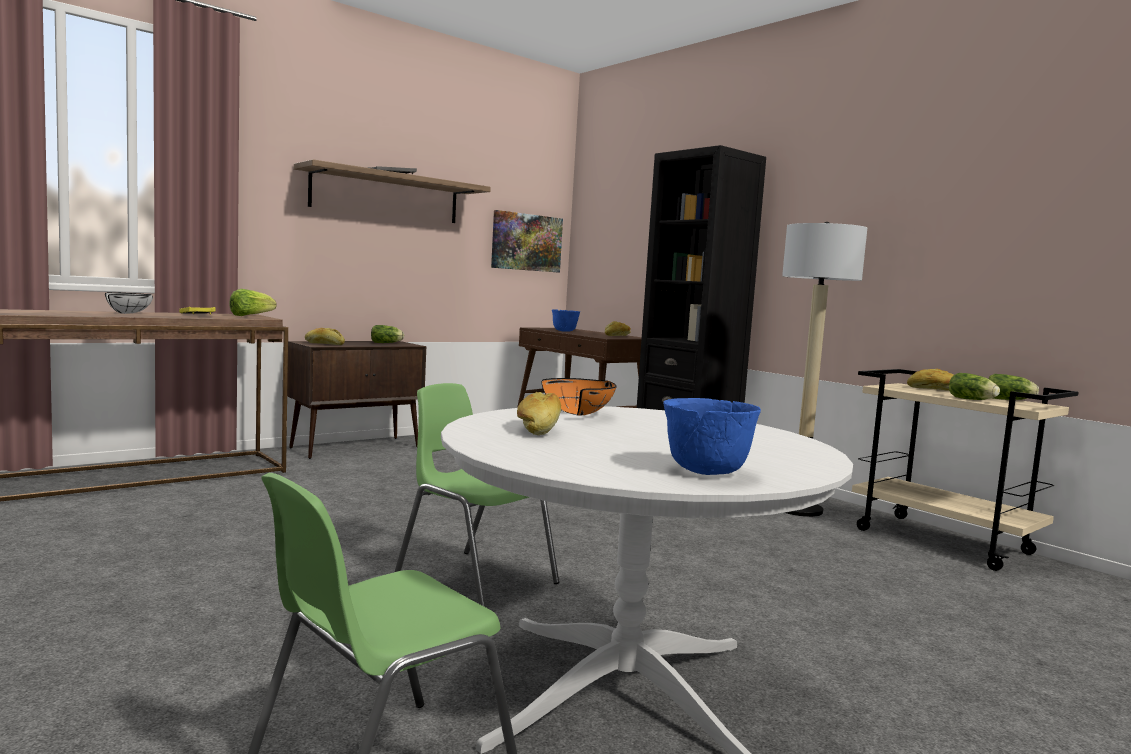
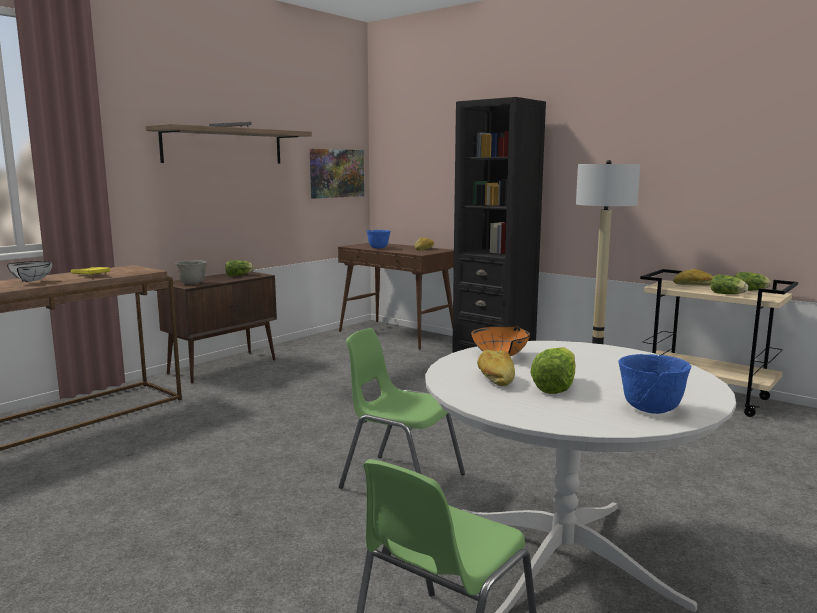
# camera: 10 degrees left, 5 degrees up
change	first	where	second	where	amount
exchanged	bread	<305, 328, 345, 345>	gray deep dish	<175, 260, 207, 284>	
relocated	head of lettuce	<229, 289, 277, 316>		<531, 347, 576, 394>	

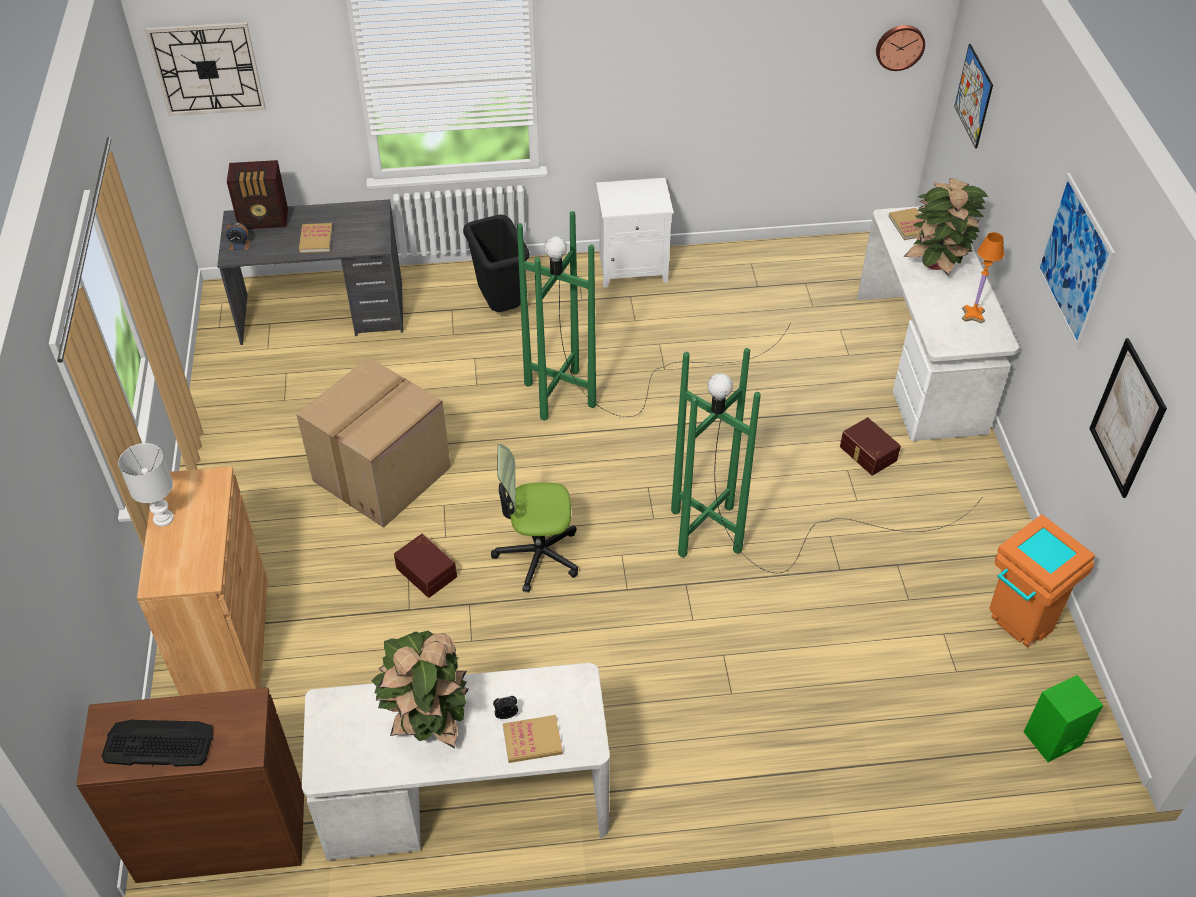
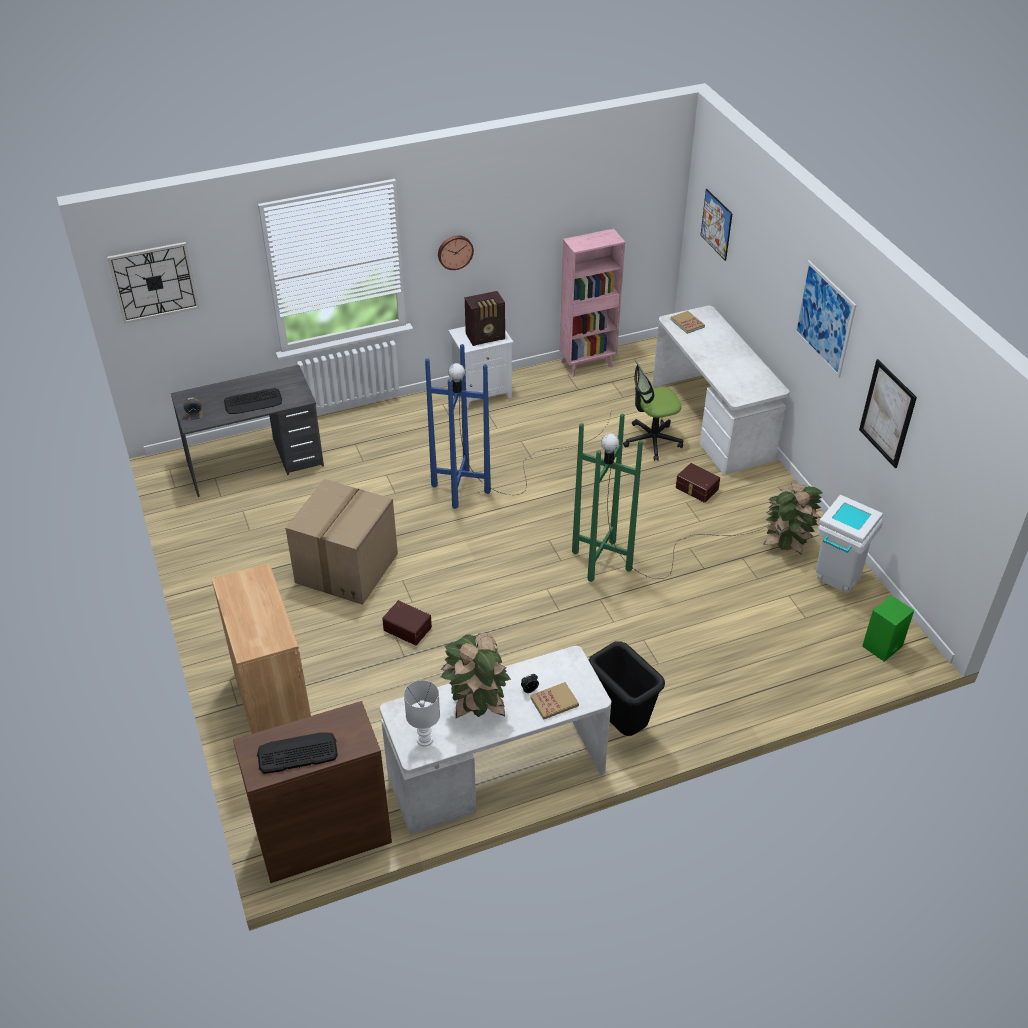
# camera: 15 degrees left, 5 degrees down
change	first	where	second	where	amount
exchanged	volume	<299, 223, 332, 253>	PC keyboard	<224, 388, 282, 414>	
relocated	white-coloured table lamp	<118, 443, 174, 527>		<404, 680, 440, 747>	
colour	greenish standard lamp	<517, 211, 791, 421>	blue-coloured standard lamp	<425, 344, 611, 509>	
relocated	wall clock	<876, 25, 925, 71>		<438, 236, 474, 270>	
relocated	radio set	<227, 160, 288, 229>		<465, 291, 505, 346>	
appeared			pink bookcase	<559, 229, 625, 377>	
relocated	black-coloured trash can	<463, 215, 530, 312>		<589, 641, 665, 736>	
relocated	desk chair	<491, 444, 578, 593>		<623, 359, 683, 461>	
relocated	houseplant	<904, 178, 988, 276>		<763, 483, 823, 555>	
colour	orange trash can	<989, 514, 1095, 647>	white-coloured trash can	<816, 495, 883, 593>	
missing	orange table lamp	<962, 232, 1004, 323>			

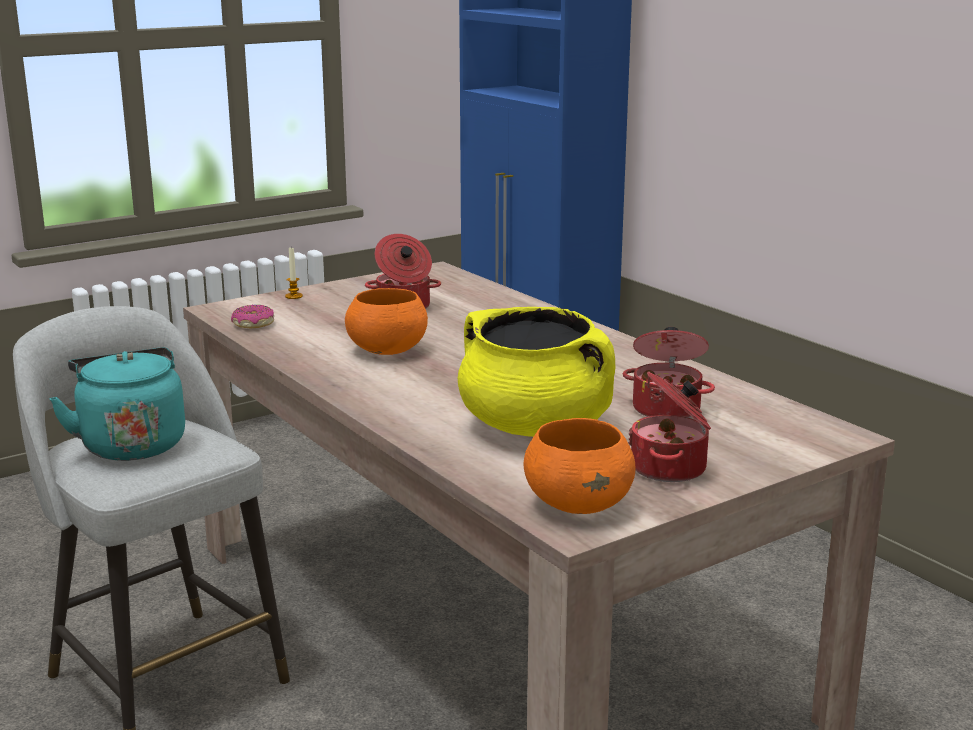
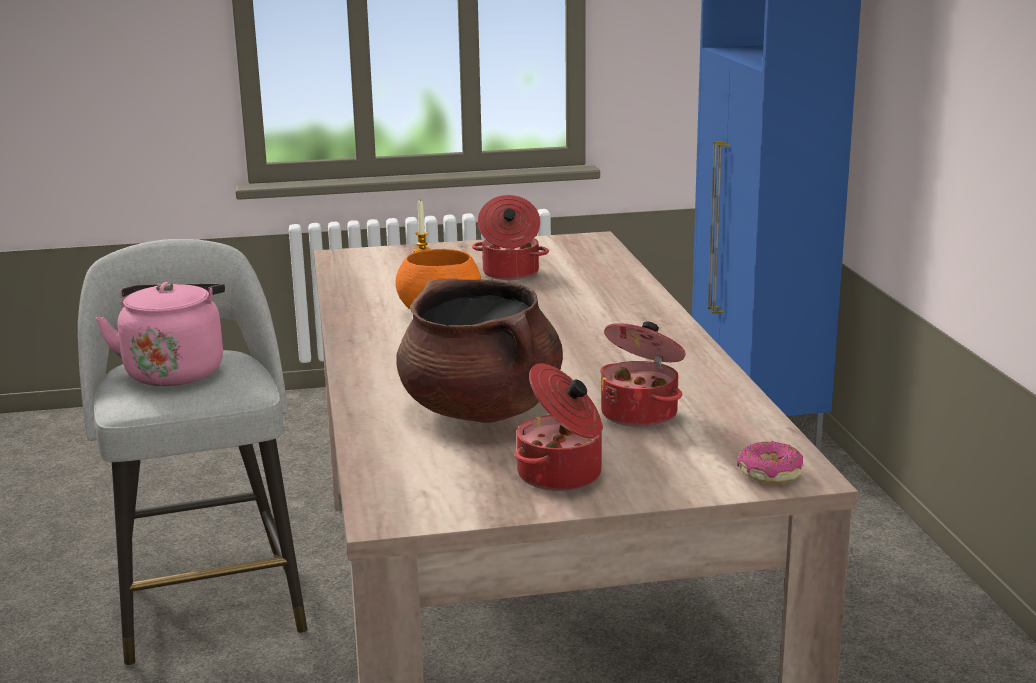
# camera: 25 degrees right, 0 degrees up
change	first	where	second	where	amount
colour	turquoise water kettle	<49, 347, 185, 461>	pink water kettle	<96, 282, 225, 386>	
colour	yellow-coloured saucepot	<458, 307, 615, 437>	brownish saucepot	<396, 278, 563, 423>	
relocated	doughnut	<231, 305, 274, 328>		<737, 441, 804, 483>	
missing	orange deep dish	<524, 418, 636, 514>			

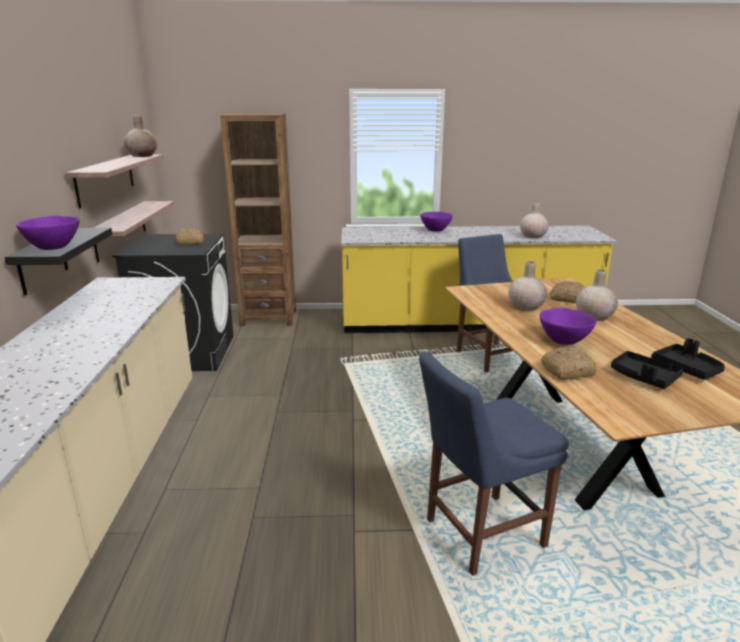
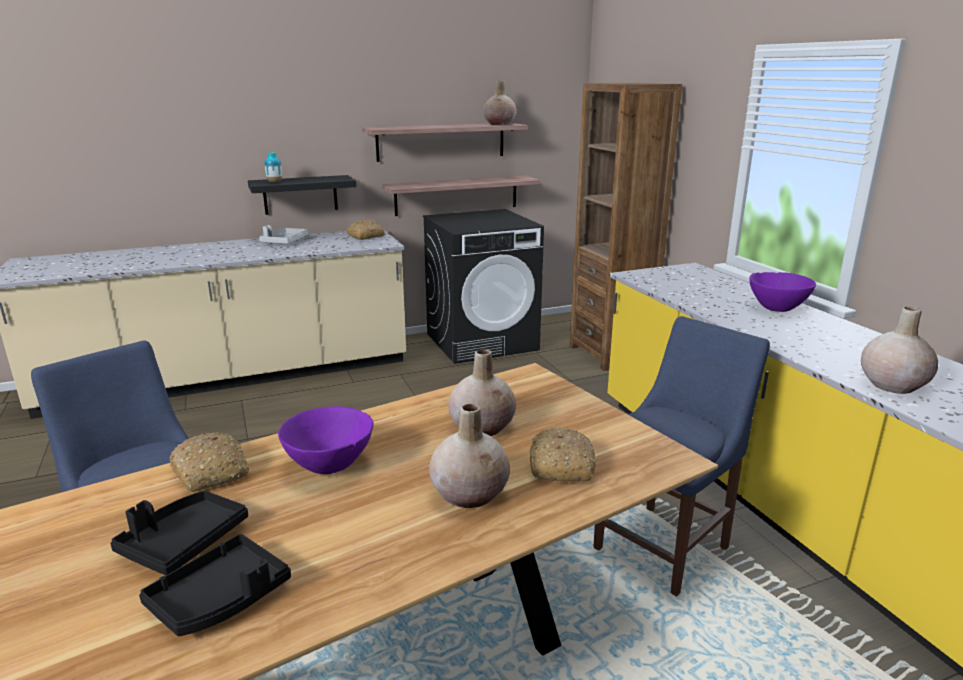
# camera: 70 degrees right, 0 degrees up
change	first	where	second	where	amount
appeared			gray serving tray	<259, 225, 308, 244>	
exchanged	purplish deep dish	<16, 216, 80, 250>	vase	<265, 152, 282, 183>	
relocated	bread	<176, 227, 204, 245>		<347, 219, 385, 240>	

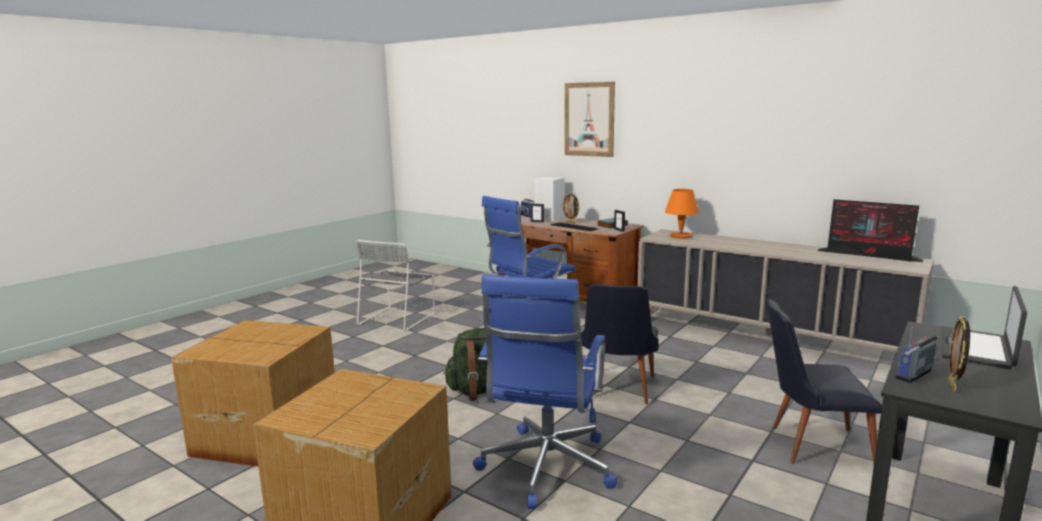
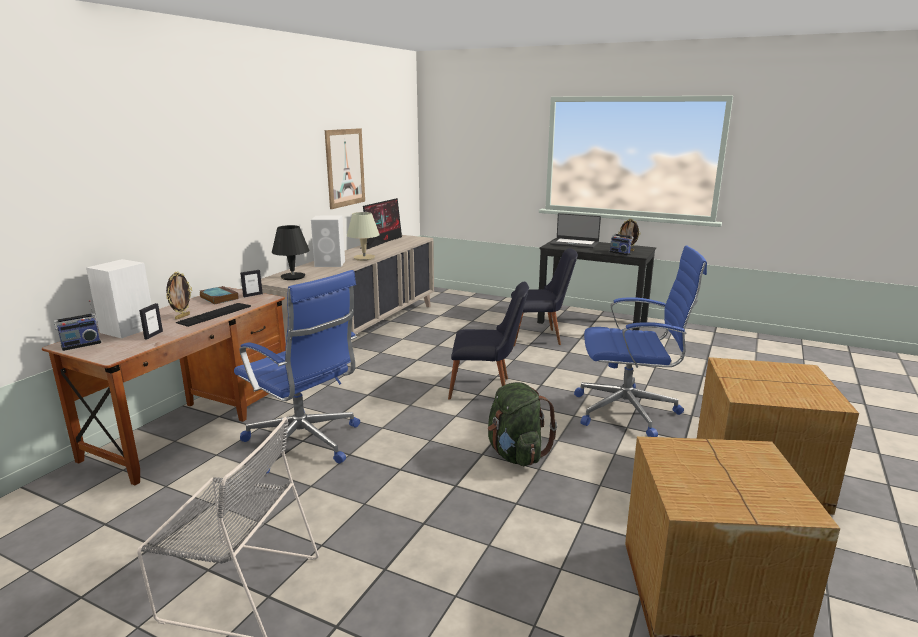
# camera: 100 degrees left, 5 degrees up
change	first	where	second	where	amount
colour	orange table lamp	<665, 189, 699, 238>	black-coloured table lamp	<272, 225, 310, 280>	
appeared			white-coloured audio speaker	<311, 216, 345, 267>	
relocated	wall art	<565, 82, 615, 157>		<325, 128, 365, 209>	
appeared			beige-coloured table lamp	<347, 212, 380, 261>	
spun	black-coloured chair	<766, 298, 882, 464>		<511, 248, 578, 346>	90 degrees counterclockwise

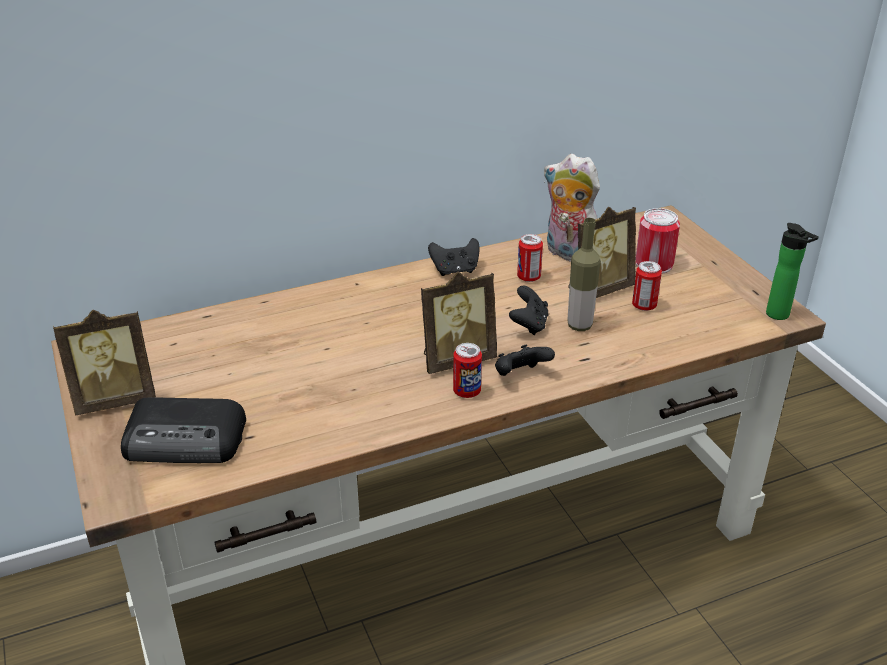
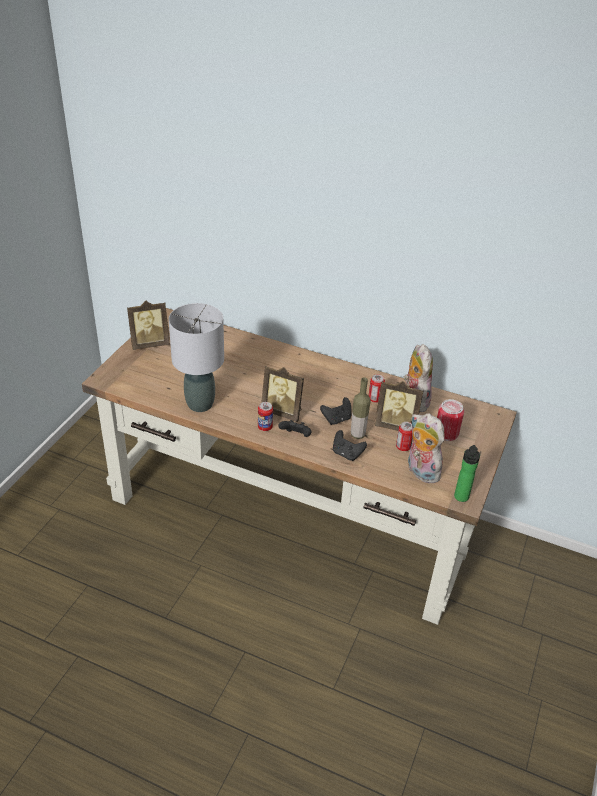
# camera: 45 degrees right, 5 degrees up
change	first	where	second	where	amount
spun	picture frame	<53, 310, 156, 415>		<127, 301, 170, 350>	45 degrees counterclockwise
appeared			gray table lamp	<169, 303, 224, 412>	
relocated	black-coloured game controller	<428, 238, 479, 276>		<333, 430, 367, 461>	
appeared			plush toy	<408, 413, 444, 484>	
missing	radio set	<121, 397, 246, 463>			

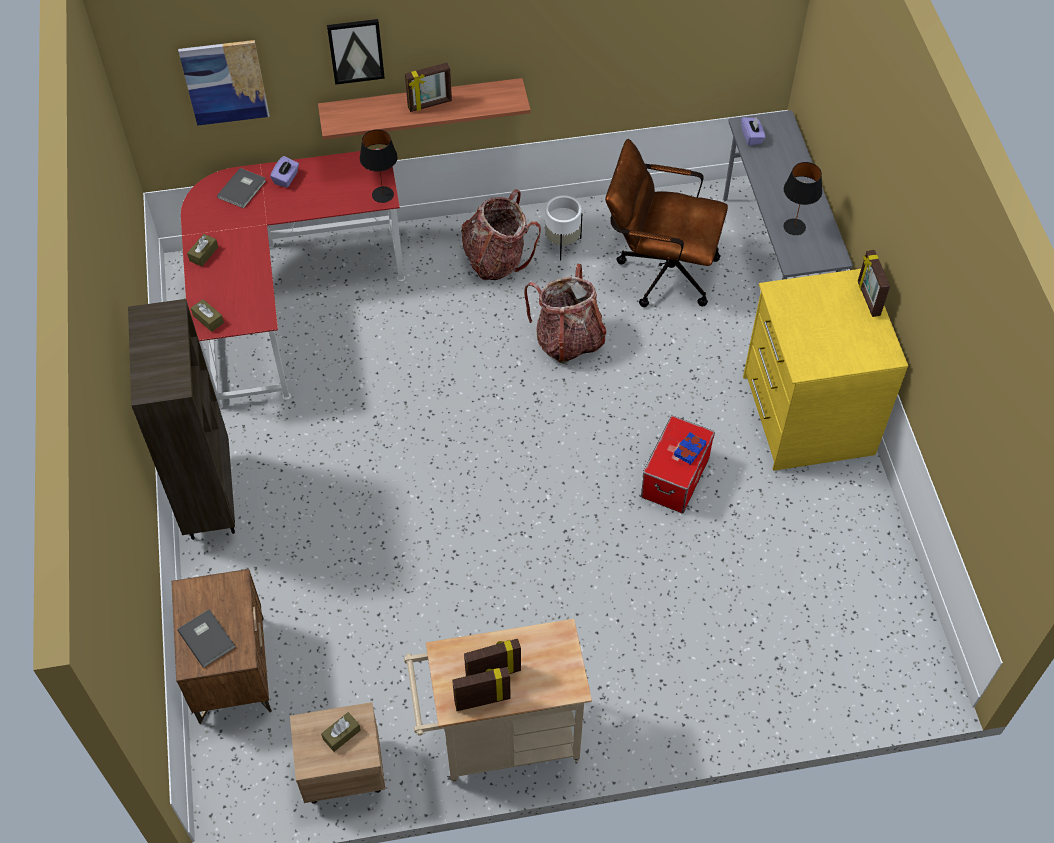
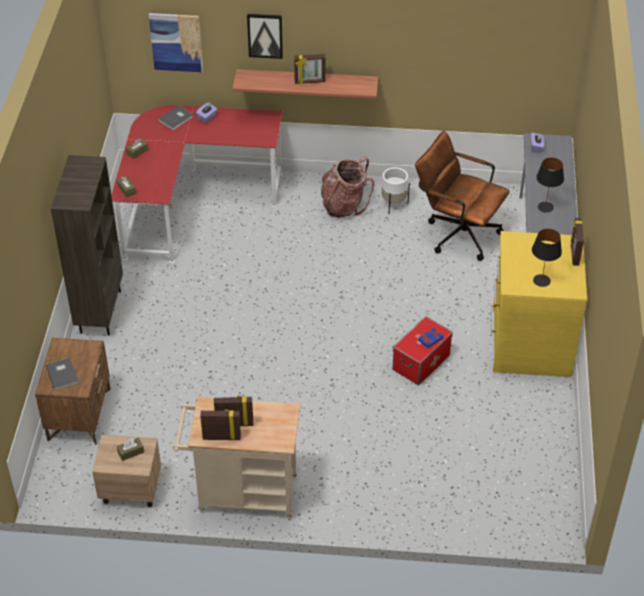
# camera: 15 degrees right, 10 degrees down
change	first	where	second	where	amount
relocated	black-coloured table lamp	<359, 129, 398, 203>		<532, 229, 562, 287>	
missing	backpack	<524, 264, 606, 364>			

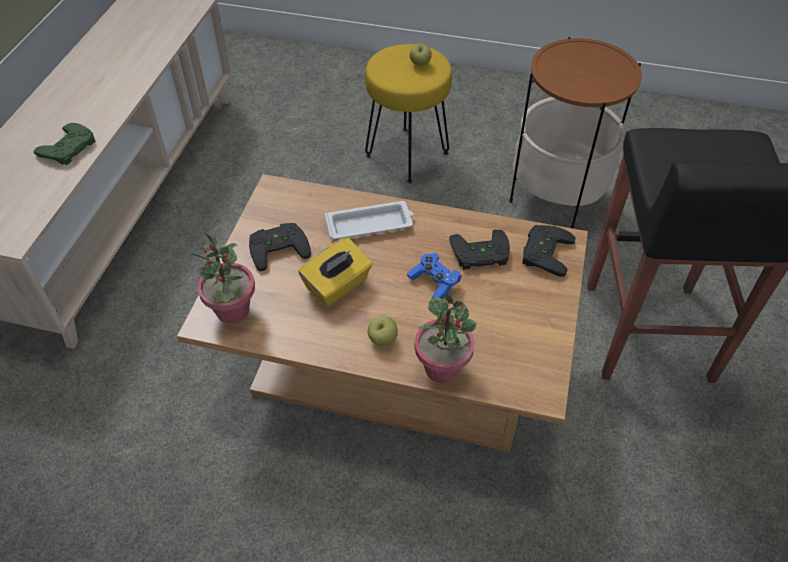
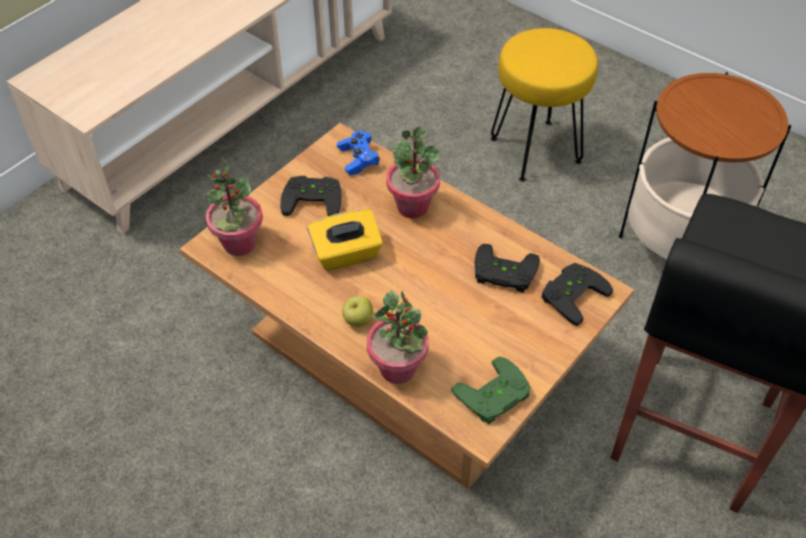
# camera: 25 degrees right, 0 degrees up
change	first	where	second	where	amount
relocated	blue-coloured game controller	<407, 253, 461, 299>		<337, 131, 380, 175>	
exchanged	white-coloured serving tray	<325, 201, 413, 239>	houseplant	<386, 126, 441, 218>	
relocated	greenish game controller	<33, 123, 96, 165>		<451, 357, 531, 424>	
missing	apple	<410, 43, 432, 66>			

